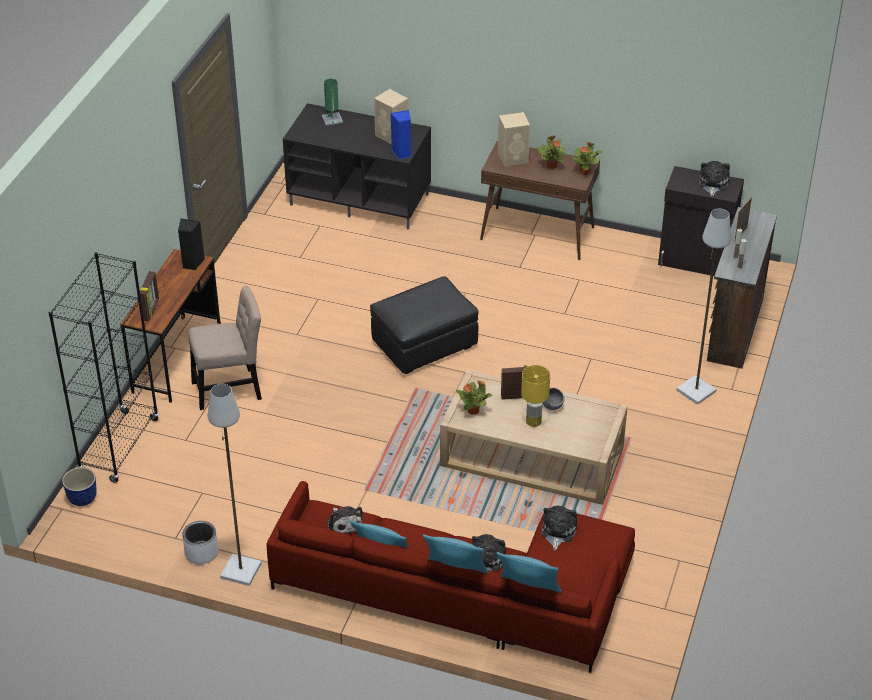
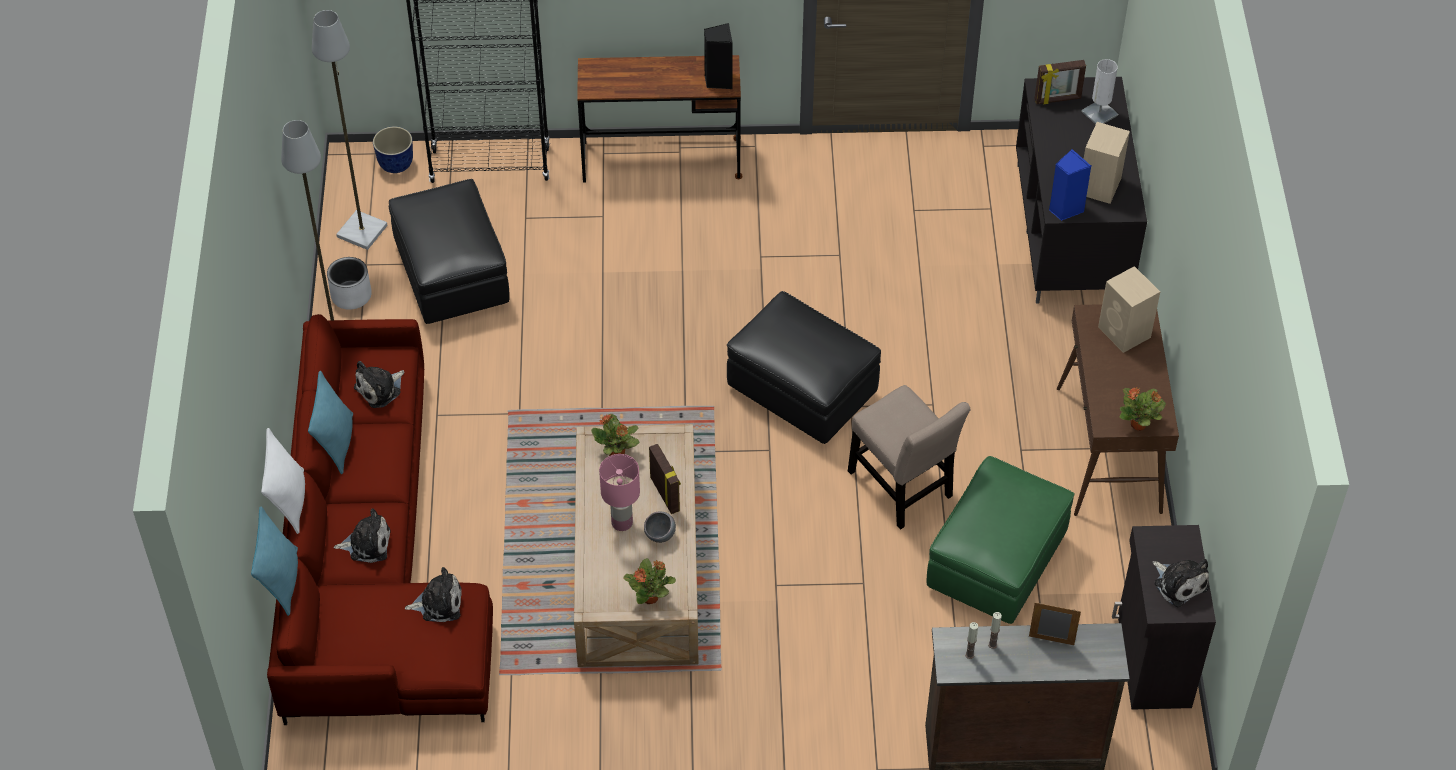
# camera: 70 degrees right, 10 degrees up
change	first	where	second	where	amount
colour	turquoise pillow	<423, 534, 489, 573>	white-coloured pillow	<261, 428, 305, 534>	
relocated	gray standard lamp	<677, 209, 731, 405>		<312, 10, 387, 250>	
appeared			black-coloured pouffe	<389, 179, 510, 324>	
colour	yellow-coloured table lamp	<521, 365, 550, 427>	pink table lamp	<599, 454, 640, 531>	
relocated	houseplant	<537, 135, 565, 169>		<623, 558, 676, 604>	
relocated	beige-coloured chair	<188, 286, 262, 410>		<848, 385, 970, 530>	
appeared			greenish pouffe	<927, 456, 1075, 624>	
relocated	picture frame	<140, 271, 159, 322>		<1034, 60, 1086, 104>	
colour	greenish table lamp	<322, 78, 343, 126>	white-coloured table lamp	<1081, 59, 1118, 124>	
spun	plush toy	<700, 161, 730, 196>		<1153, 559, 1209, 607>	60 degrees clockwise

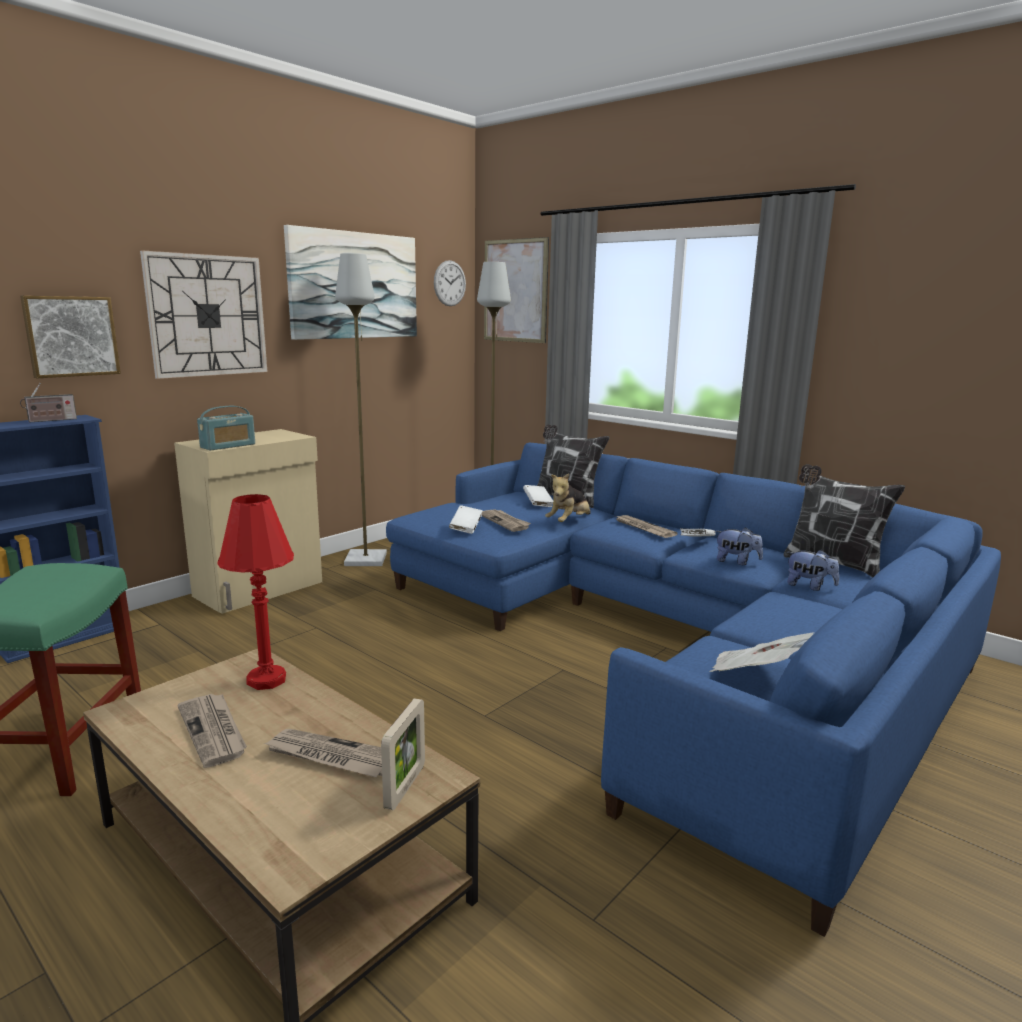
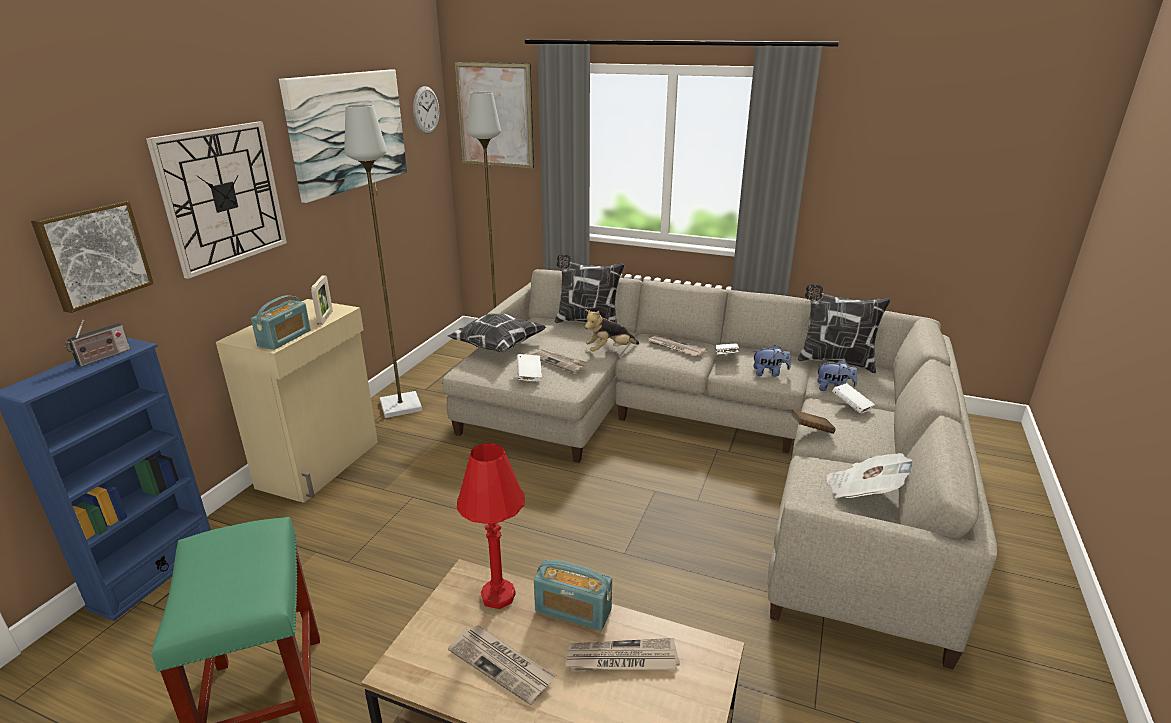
# camera: 20 degrees left, 10 degrees up
change	first	where	second	where	amount
relocated	picture frame	<381, 698, 425, 810>		<311, 275, 333, 325>	
colour	blue-coloured settee	<386, 443, 1001, 937>	beige-coloured settee	<442, 269, 997, 669>	
appeared			pillow	<448, 313, 547, 353>	
appeared			radio set	<534, 560, 612, 630>	
spun	plush toy	<545, 473, 590, 522>		<585, 309, 639, 352>	45 degrees clockwise
appeared			brownish volume	<790, 410, 836, 434>	
relocated	white-coloured volume	<523, 485, 553, 507>		<832, 383, 875, 414>	

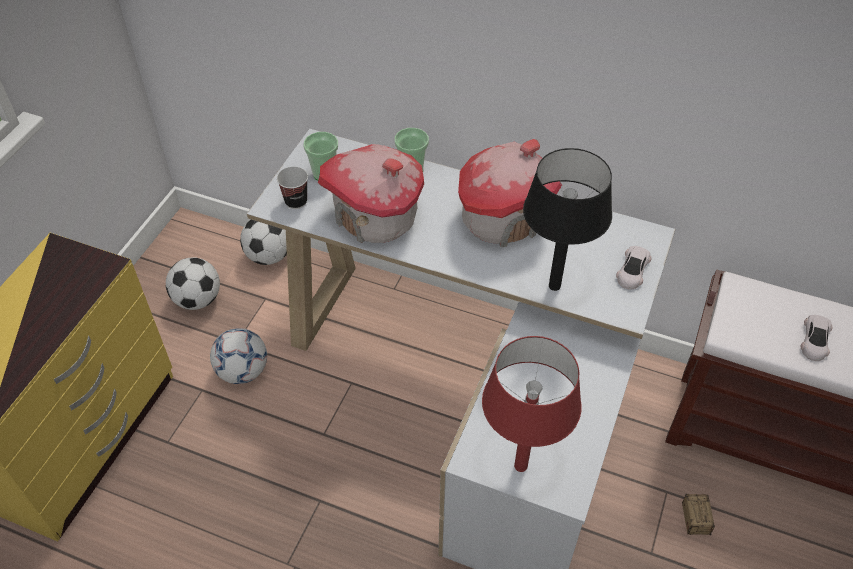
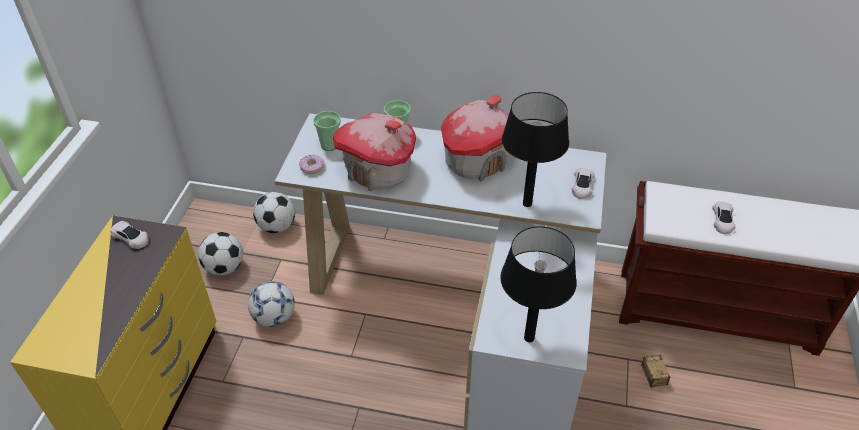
# camera: 10 degrees left, 5 degrees down
change	first	where	second	where	amount
appeared			white-coloured miniature car	<110, 221, 149, 249>	
exchanged	cup	<277, 167, 308, 209>	doughnut	<299, 154, 324, 174>	
colour	reddish table lamp	<482, 336, 582, 472>	black-coloured table lamp	<500, 226, 577, 342>	

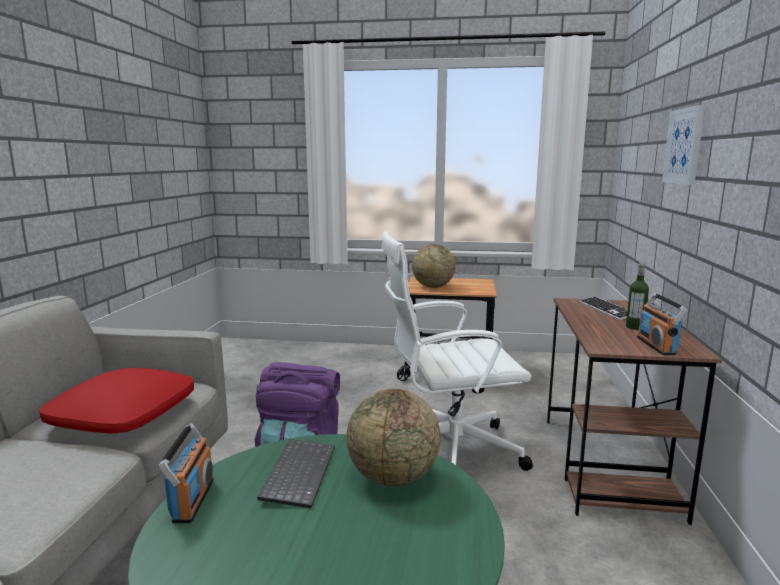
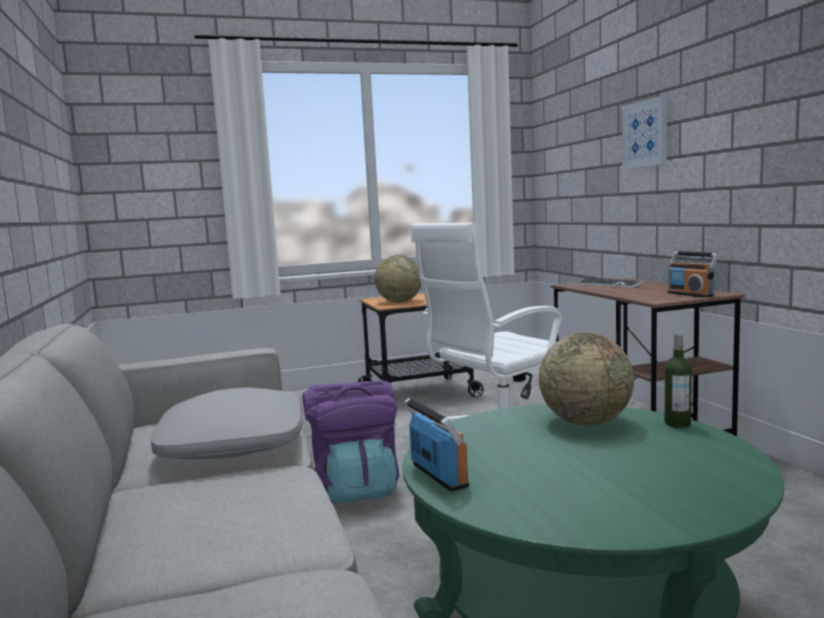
# camera: 25 degrees left, 5 degrees down
change	first	where	second	where	amount
colour	reddish pillow	<39, 368, 194, 434>	gray pillow	<151, 387, 302, 459>	
relocated	beverage bottle	<626, 263, 649, 330>		<665, 332, 692, 428>	
missing	PC keyboard	<257, 439, 335, 508>			

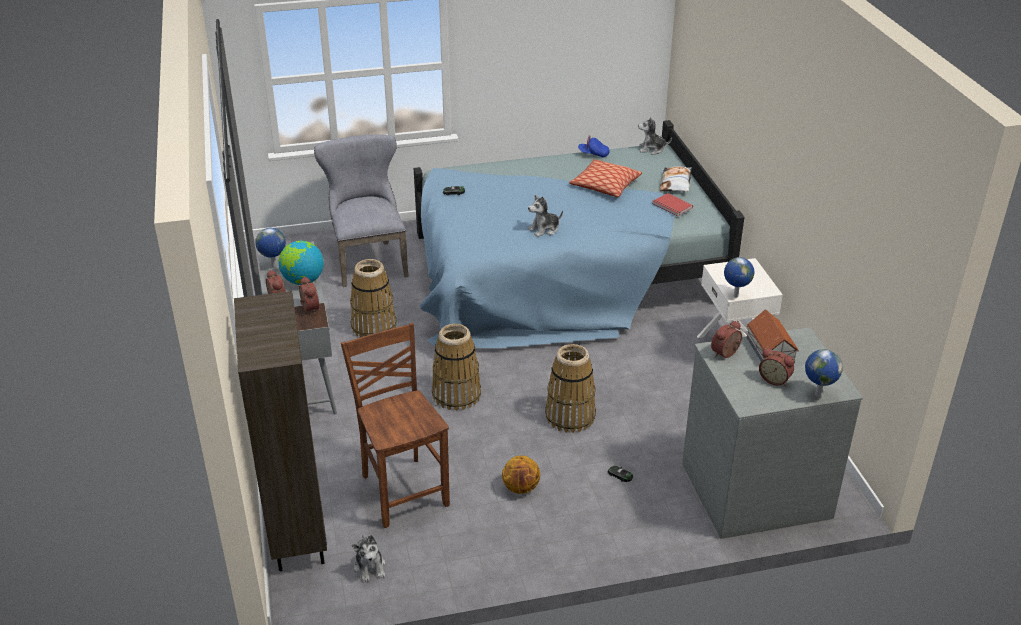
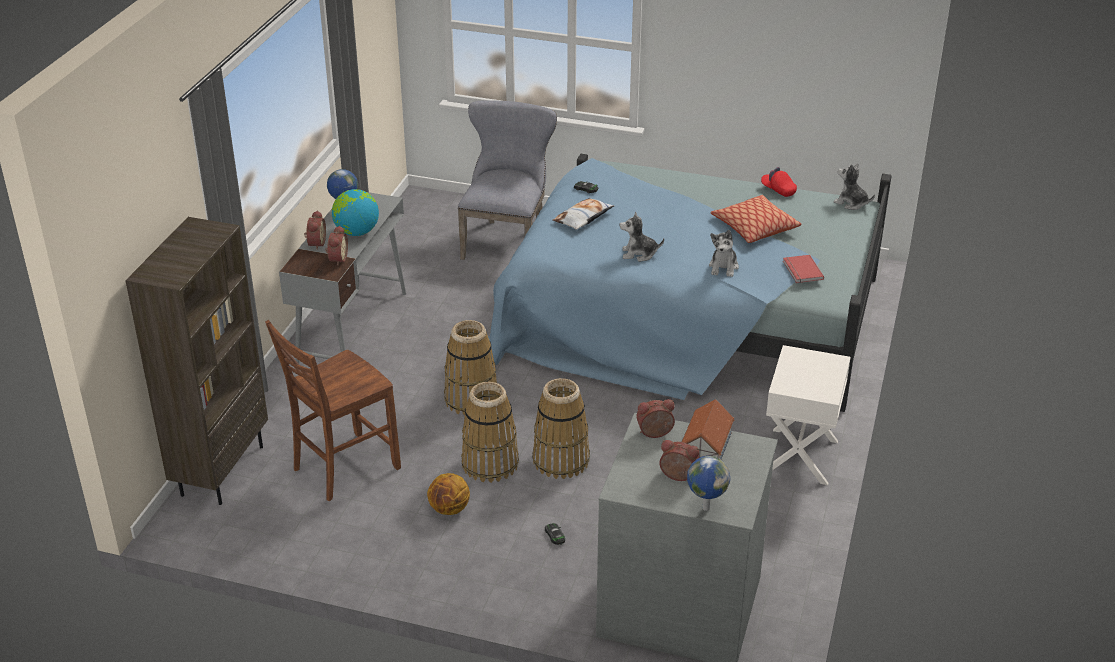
# camera: 30 degrees right, 0 degrees up
change	first	where	second	where	amount
spun	brownish chair	<341, 323, 450, 528>		<265, 320, 401, 501>	135 degrees counterclockwise
relocated	basket	<350, 259, 397, 337>		<461, 382, 519, 483>	
relocated	pillow	<660, 166, 692, 192>		<553, 198, 615, 230>	
spun	bedside clock	<759, 348, 794, 386>		<659, 440, 699, 481>	135 degrees clockwise
relocated	plush toy	<352, 535, 386, 583>		<709, 230, 739, 277>	
colour	blue-coloured baseball cap	<578, 135, 610, 157>	reddish baseball cap	<761, 167, 797, 197>	
missing	globe	<724, 257, 755, 298>			

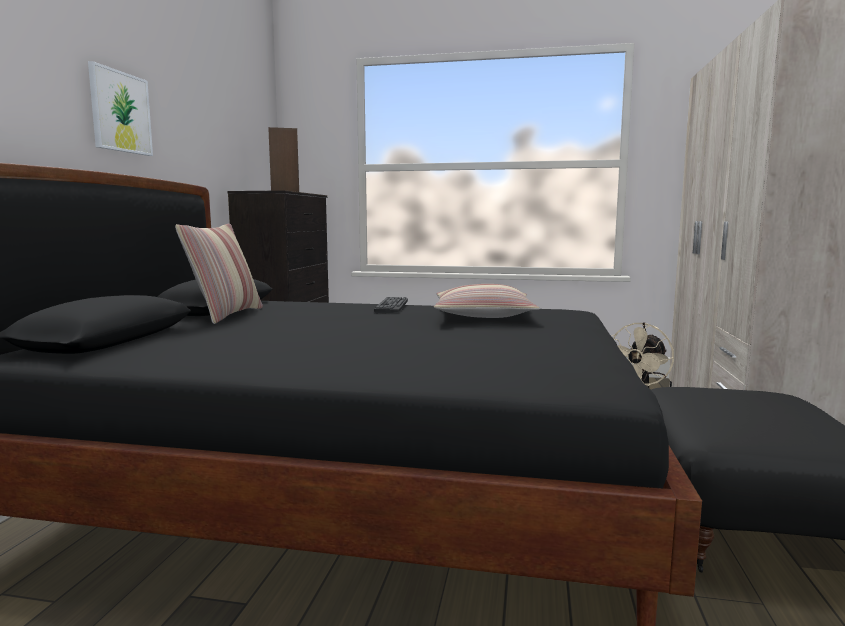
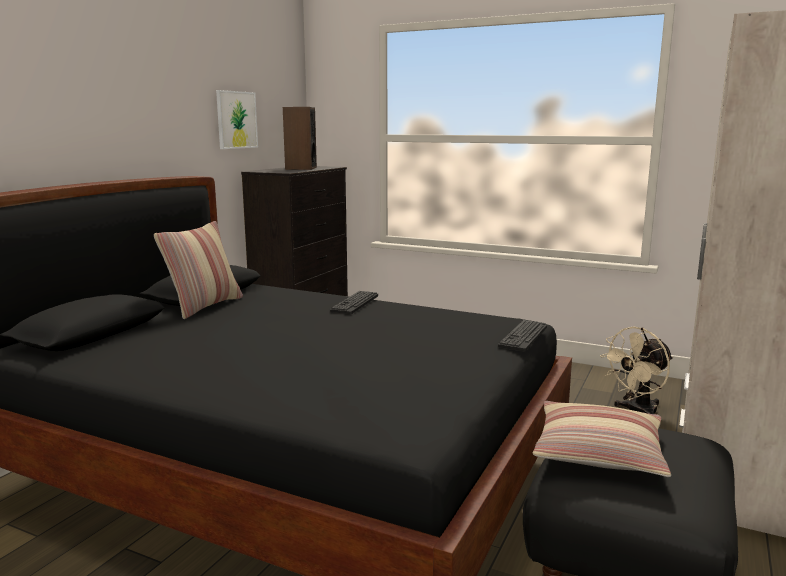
# camera: 15 degrees right, 5 degrees up
change	first	where	second	where	amount
relocated	wall art	<88, 61, 153, 156>		<216, 90, 258, 149>	
appeared			PC keyboard	<498, 320, 547, 351>	
relocated	pillow	<434, 284, 540, 318>		<533, 401, 671, 477>	

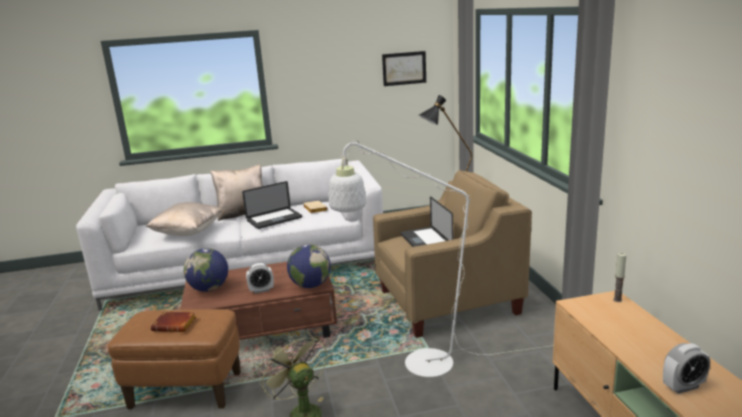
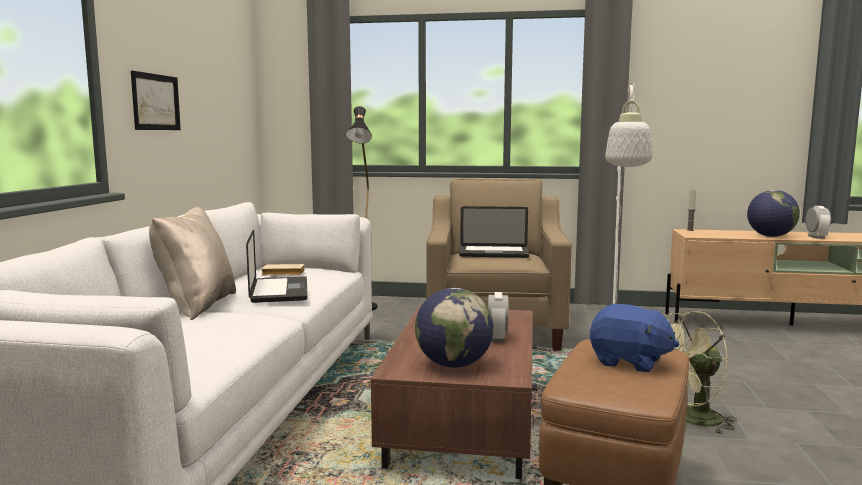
# camera: 70 degrees left, 10 degrees down
change	first	where	second	where	amount
relocated	wall art	<382, 51, 426, 86>		<131, 71, 181, 130>	
exchanged	brownish volume	<151, 311, 196, 332>	blue-coloured plush toy	<590, 304, 680, 372>	
relocated	globe	<287, 244, 331, 288>		<747, 190, 800, 237>	
missing	beige-coloured pillow	<146, 202, 222, 236>			

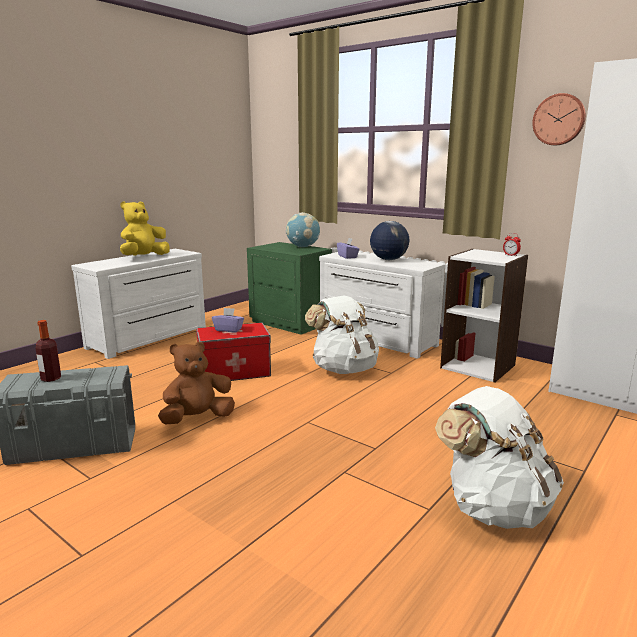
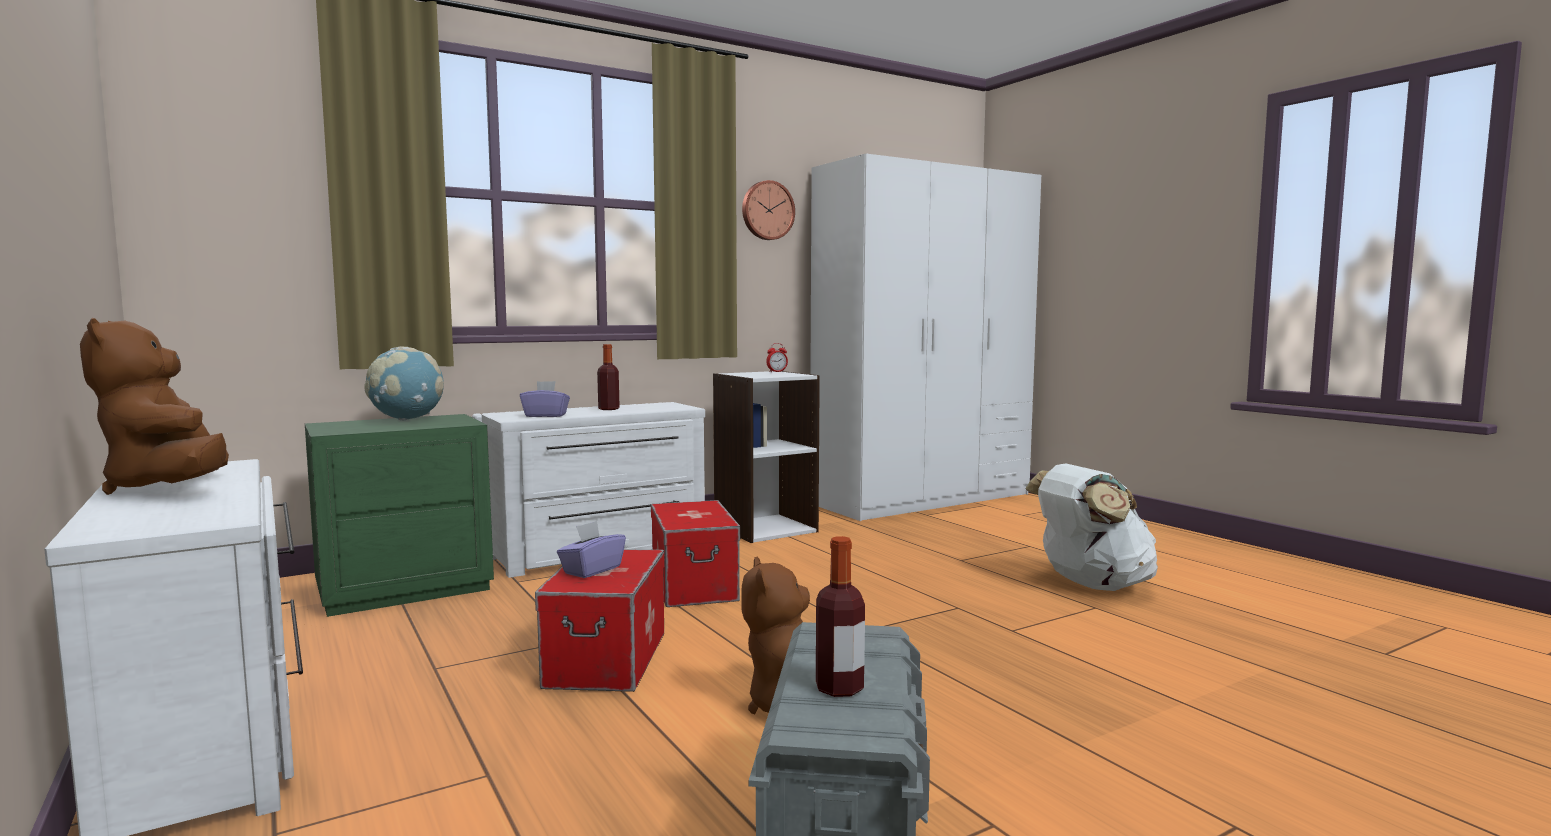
# camera: 70 degrees left, 10 degrees down
change	first	where	second	where	amount
colour	yellow-coloured plush toy	<120, 201, 170, 256>	brownish plush toy	<80, 318, 229, 495>	
exchanged	globe	<370, 221, 409, 260>	beverage bottle	<597, 344, 619, 410>	
exchanged	white-coloured backpack	<305, 296, 379, 374>	storage container	<651, 500, 740, 607>	

